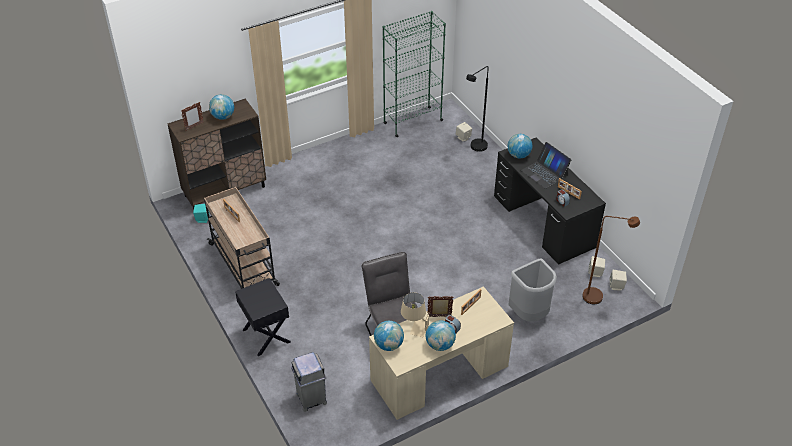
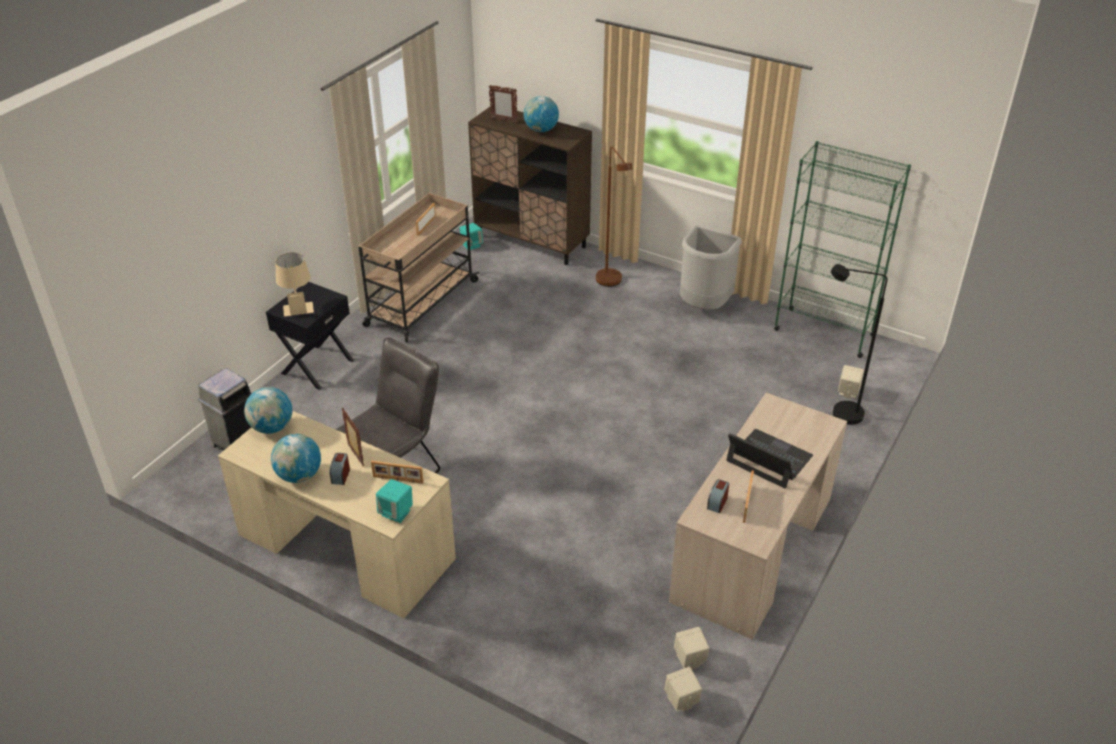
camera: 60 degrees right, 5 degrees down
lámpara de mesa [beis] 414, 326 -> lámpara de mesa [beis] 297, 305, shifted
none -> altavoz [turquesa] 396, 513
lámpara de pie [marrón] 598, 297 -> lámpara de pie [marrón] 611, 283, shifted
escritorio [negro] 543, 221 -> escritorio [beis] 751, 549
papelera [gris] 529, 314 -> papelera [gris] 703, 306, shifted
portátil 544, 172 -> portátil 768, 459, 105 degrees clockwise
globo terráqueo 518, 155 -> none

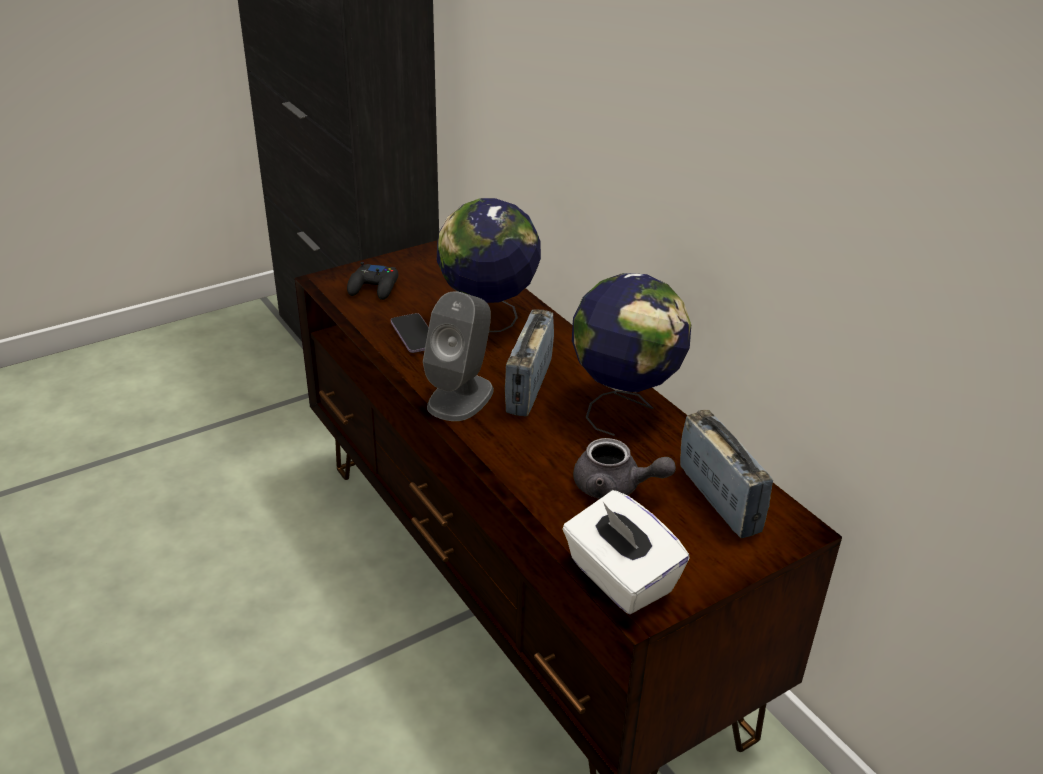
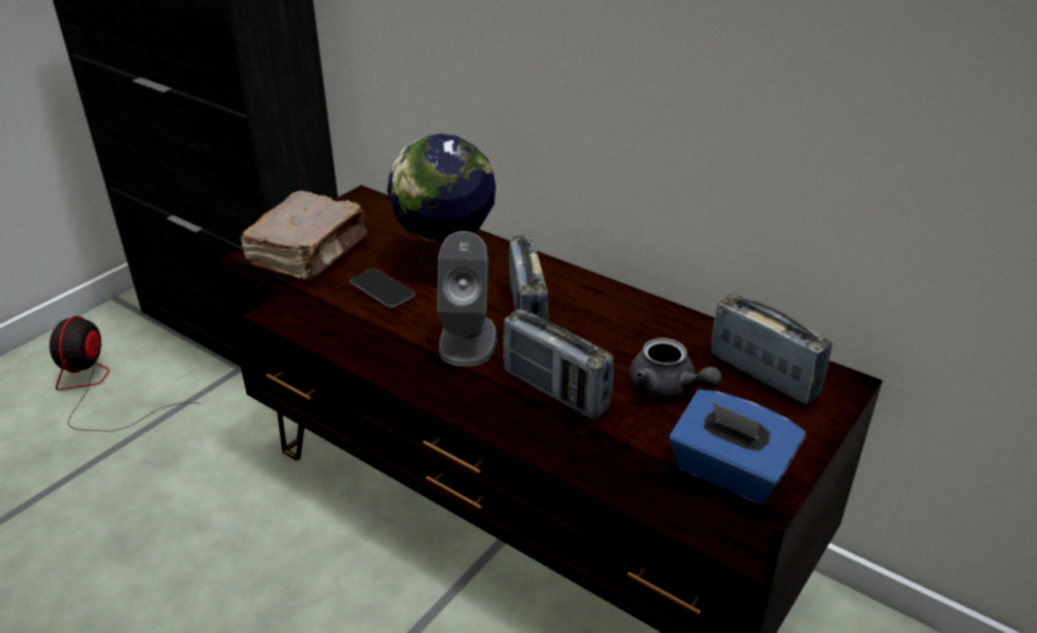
camera: 20 degrees left, 0 degrees up
none -> ventilador 98, 389
mando de consola [negro] 374, 288 -> libro [marrón] 310, 253
none -> radio 555, 391
tetera [gris] 615, 487 -> tetera [gris] 668, 389, 45 degrees clockwise
caja de pañuelos [blanco] 619, 578 -> caja de pañuelos [azul] 729, 473
globo terráqueo 623, 407 -> none

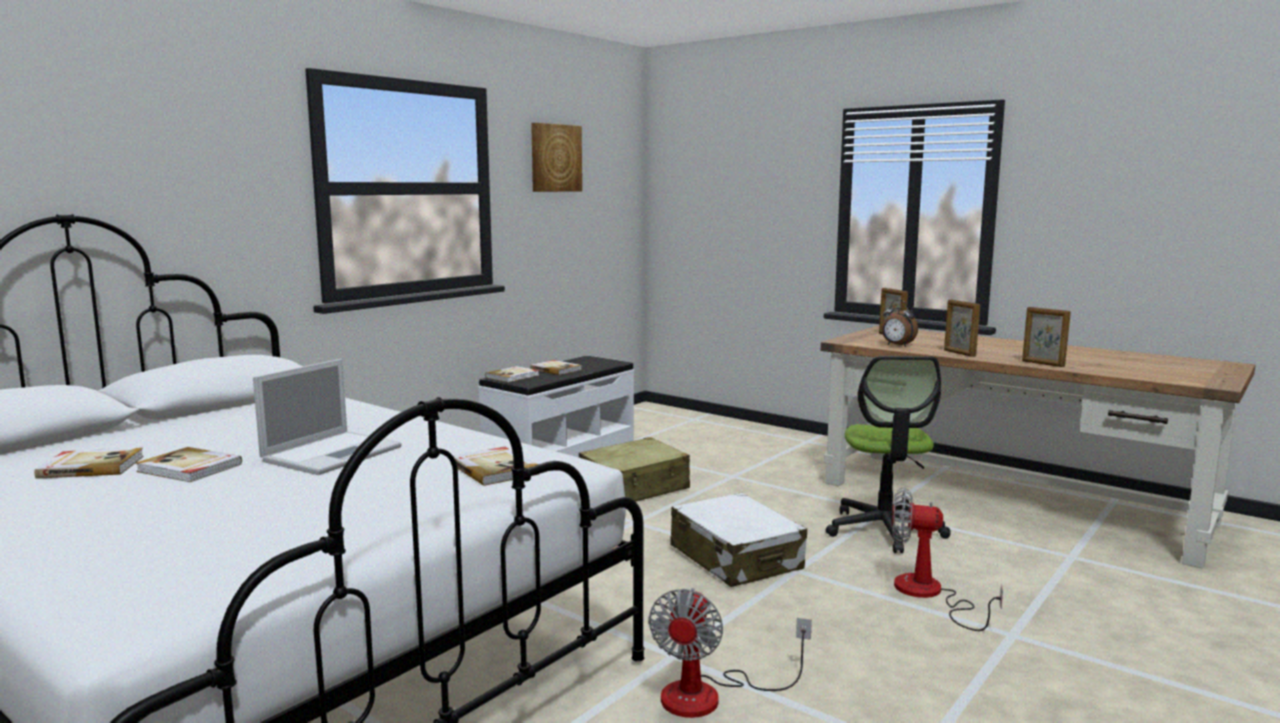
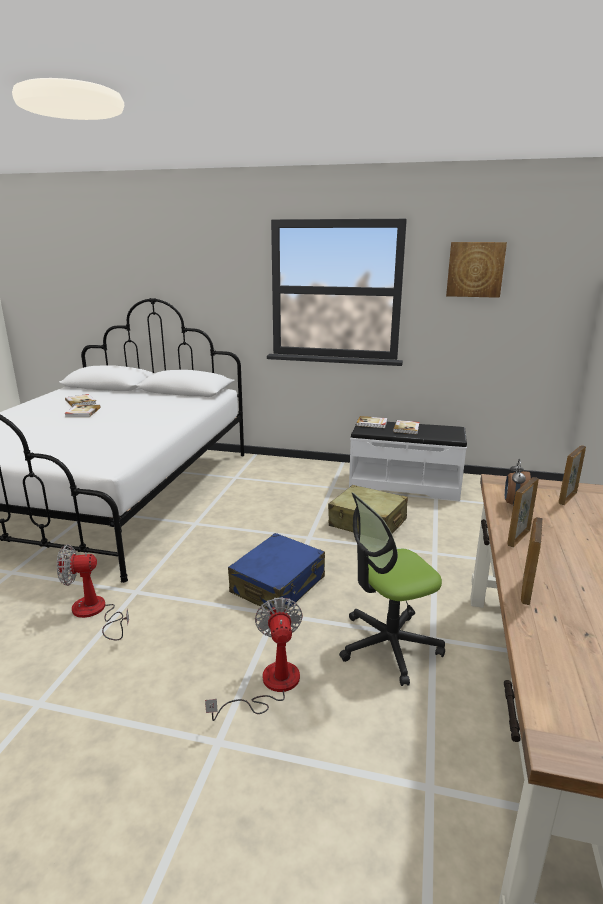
camera: 65 degrees right, 10 degrees up
maleta [blanco] 735, 558 -> maleta [azul] 278, 585
portátil 334, 453 -> none
libro 495, 469 -> none

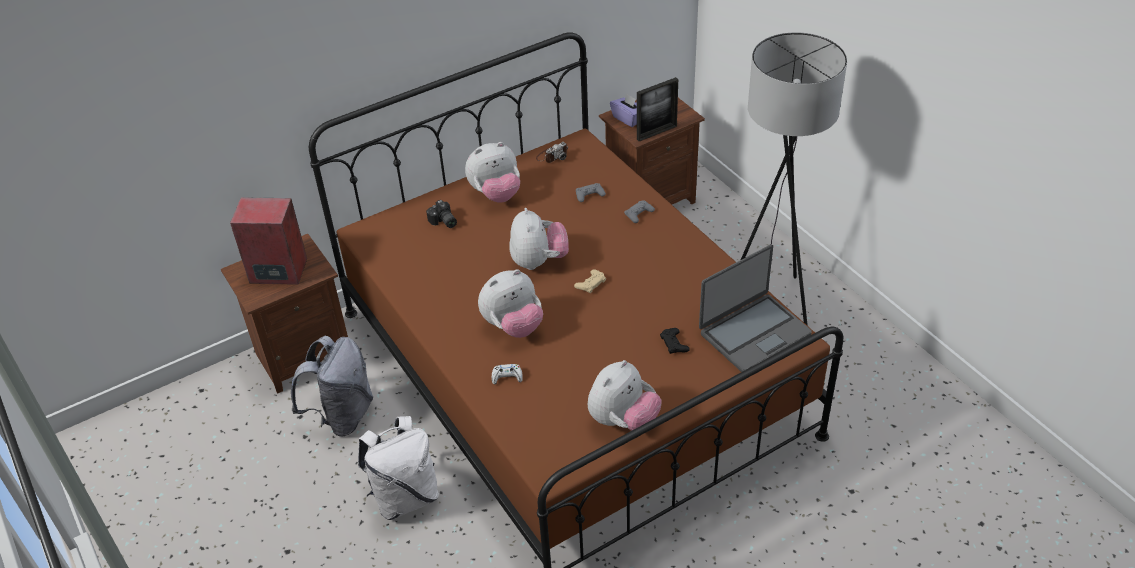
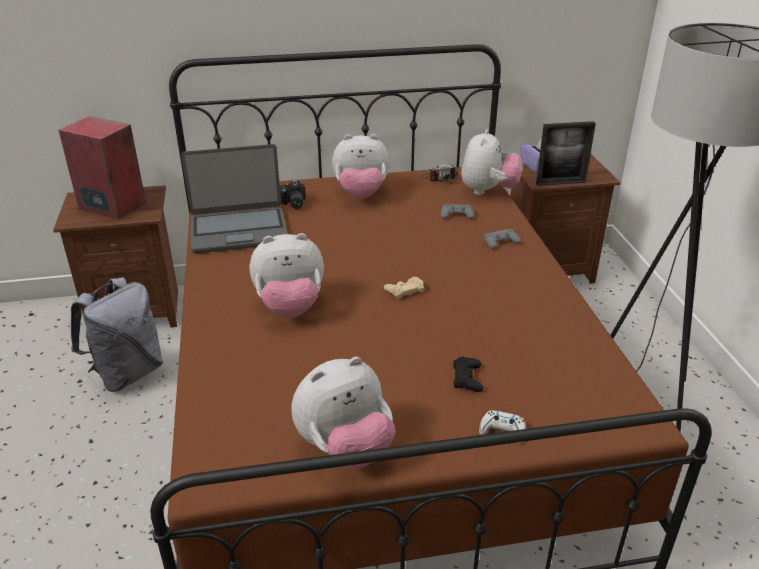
camera: 20 degrees right, 10 degrees down
portátil 753, 333 -> portátil 238, 230, shifted
peluche 539, 261 -> peluche 488, 191, shifted
mando de consola [blanco] 507, 377 -> mando de consola [blanco] 502, 431, shifted
mochila [blanco] 405, 497 -> none

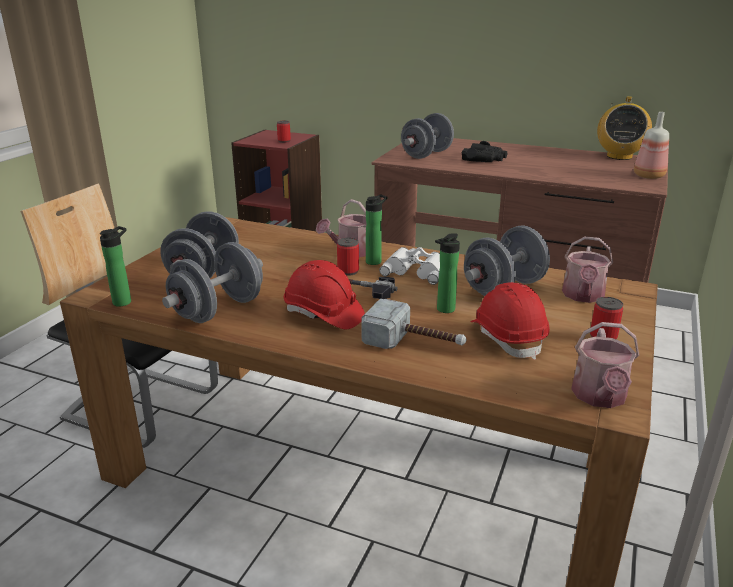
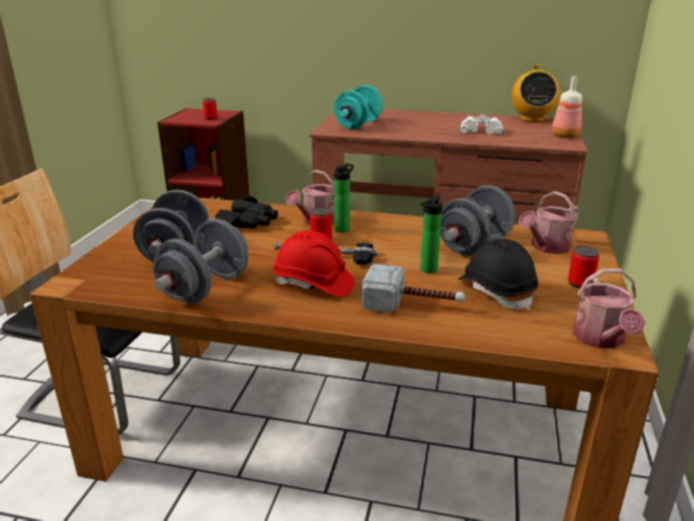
camera: 10 degrees left, 0 degrees up
prismáticos [negro] 485, 159 -> prismáticos [negro] 249, 221, shifted
mancuerna [gris] 426, 154 -> mancuerna [turquesa] 358, 125
casco [rojo] 507, 337 -> casco [negro] 496, 291
prismáticos [blanco] 417, 271 -> prismáticos [blanco] 481, 130, shifted
regadera 583, 296 -> regadera 547, 247, 45 degrees clockwise
botella 124, 301 -> none

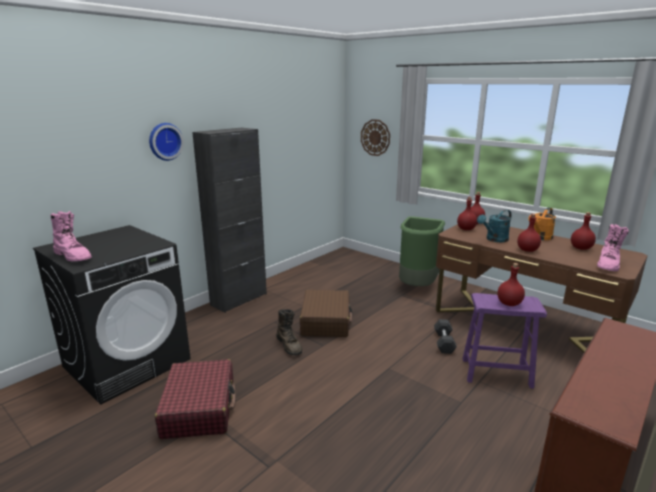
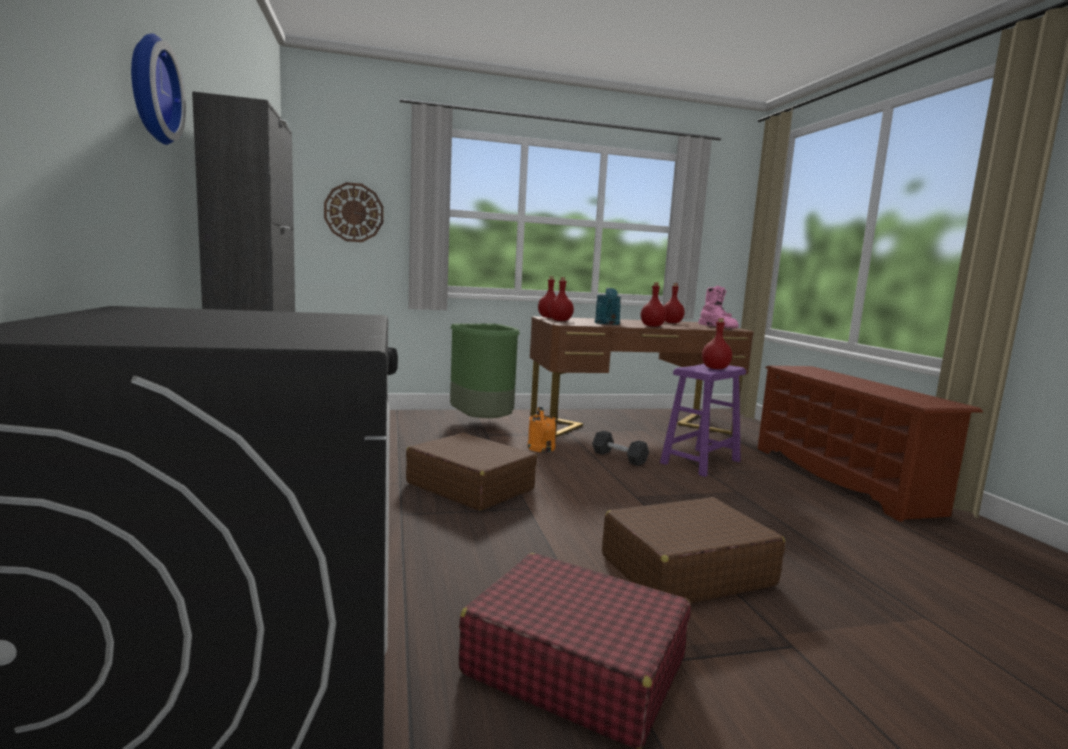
camera: 55 degrees left, 10 degrees down
regadera [naranja] 539, 237 -> regadera [naranja] 542, 449, shifted
none -> maleta [marrón] 685, 570
bota [rosa] 73, 256 -> none
bota [marrón] 289, 345 -> none

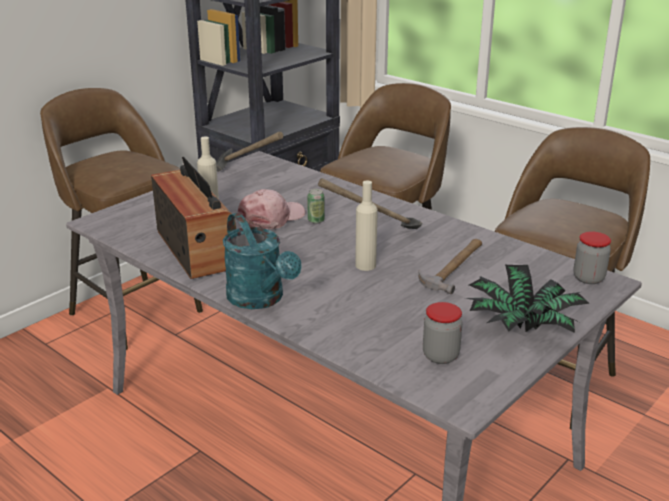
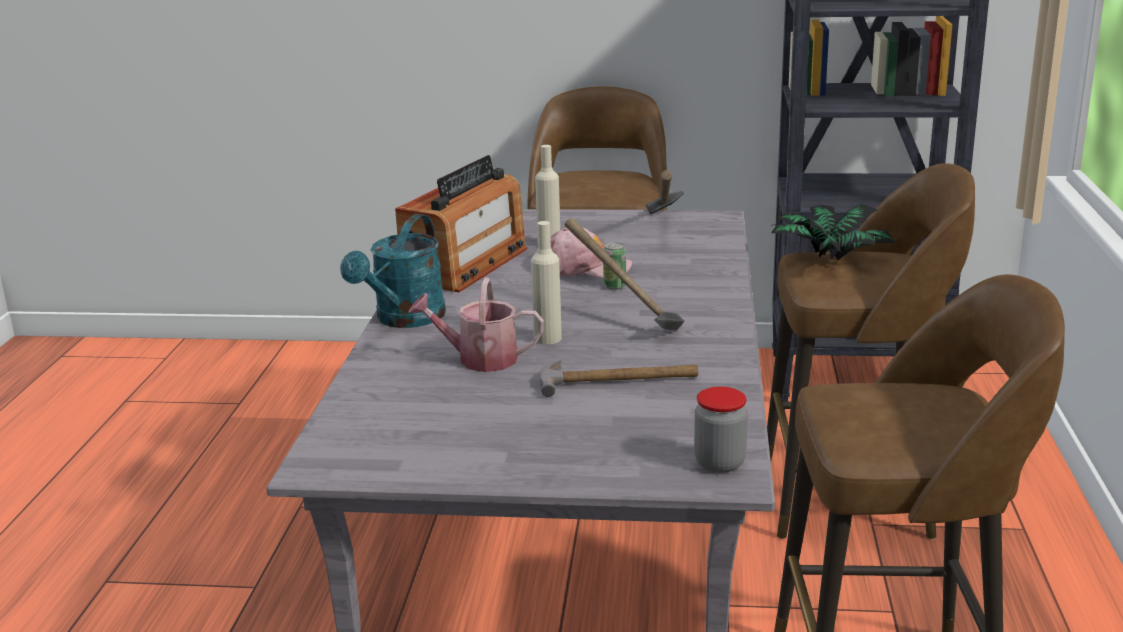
camera: 55 degrees right, 5 degrees down
none -> regadera 479, 359
planta en maceta 522, 327 -> planta en maceta 828, 257, shifted
tarro 440, 356 -> none

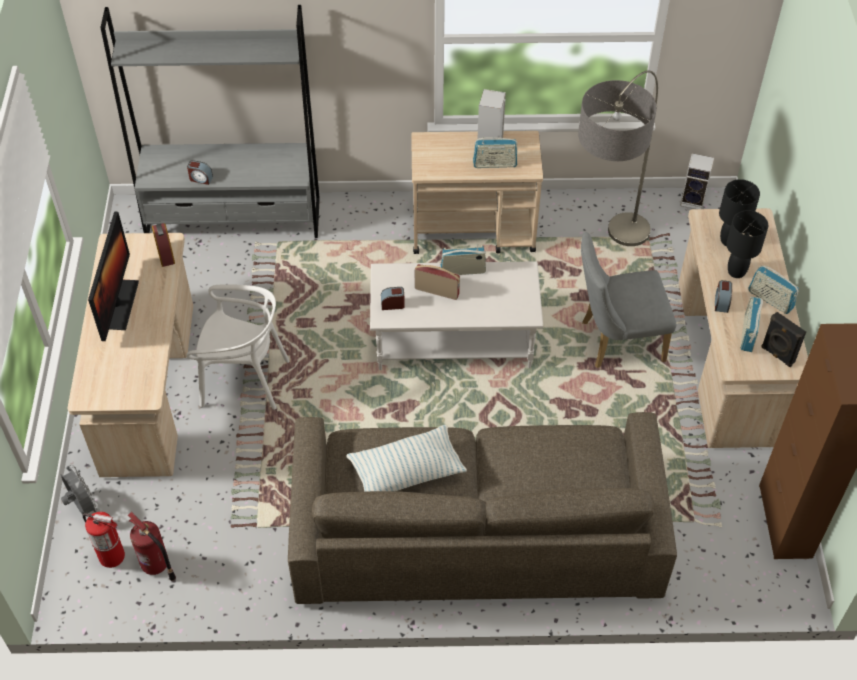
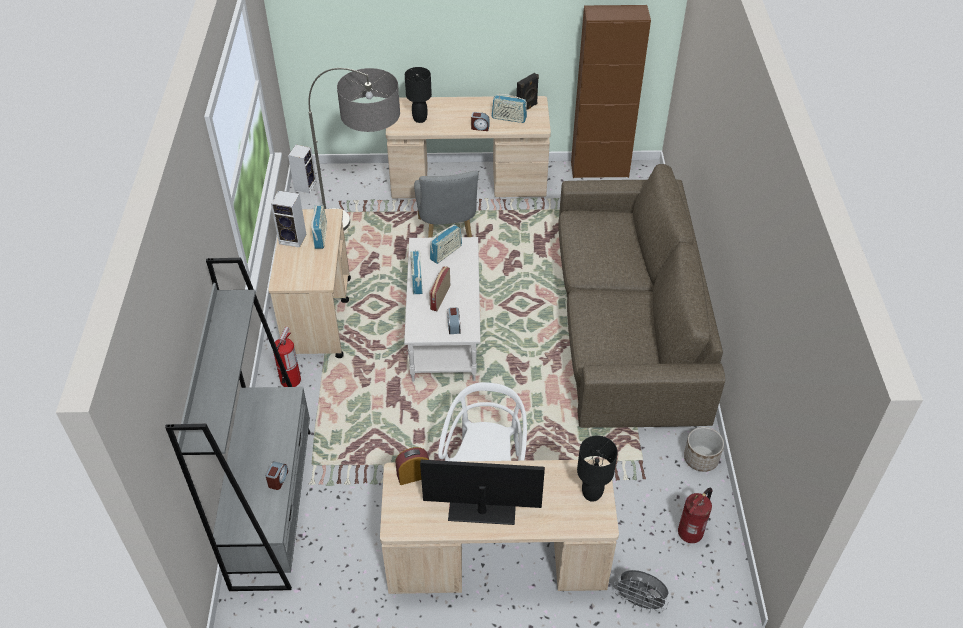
camera: 90 degrees left, 5 degrees down
extintor 112, 556 -> extintor 290, 380, shifted
radio 770, 300 -> radio 446, 253, shifted
lámpara de mesa [negro] 736, 272 -> lámpara de mesa [negro] 592, 494, shifted
ventilador [gris] 83, 507 -> ventilador [gris] 639, 602, 120 degrees counterclockwise
none -> maceta 701, 459
cojín 406, 471 -> none

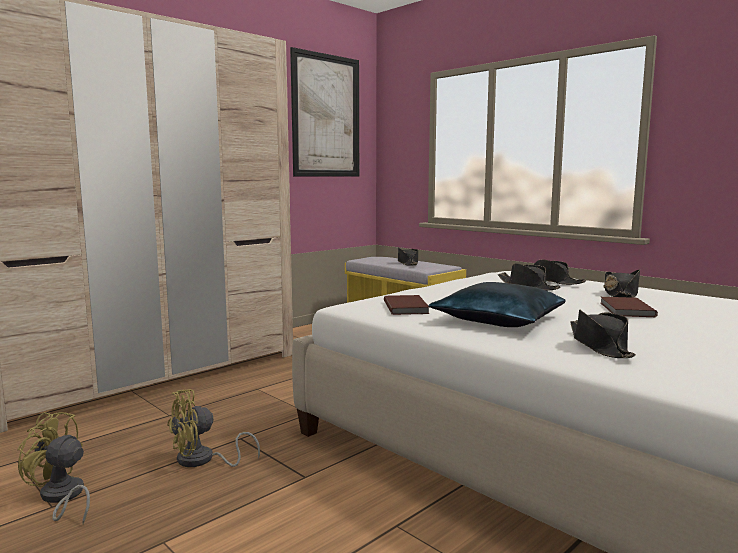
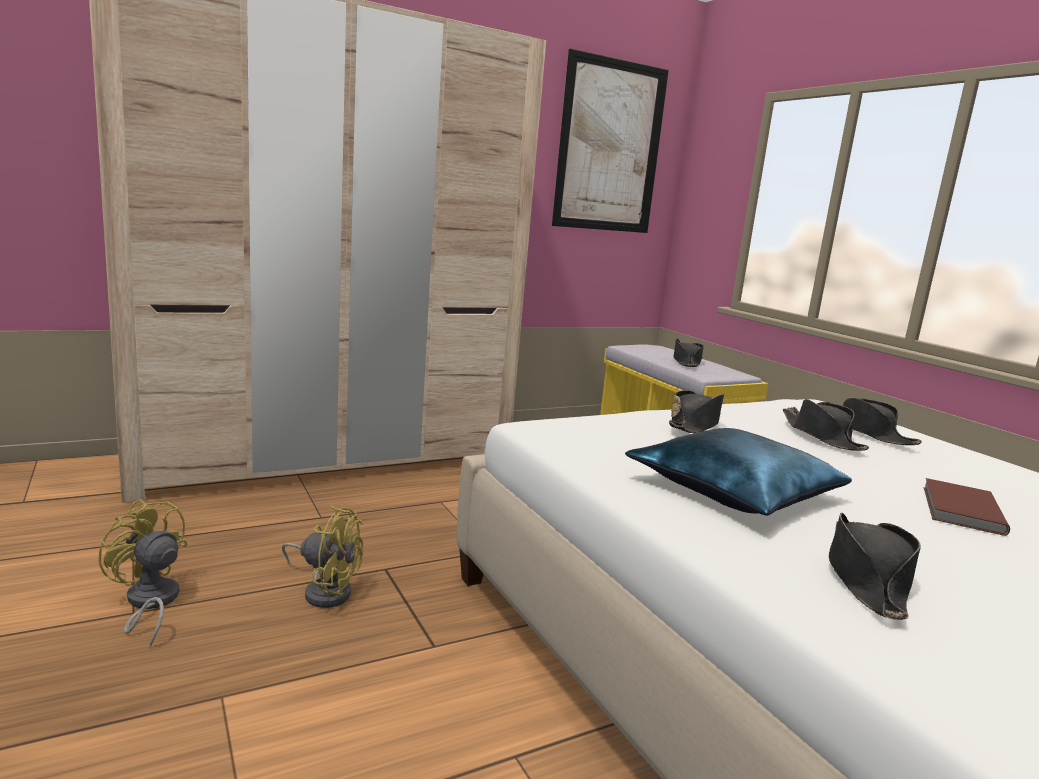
camera: 15 degrees right, 5 degrees up
ventilador [amarillo] 202, 460 -> ventilador [amarillo] 325, 590, 150 degrees counterclockwise
sombrero [negro] 620, 294 -> sombrero [negro] 695, 424, shifted
libro [marrón] 407, 307 -> none

